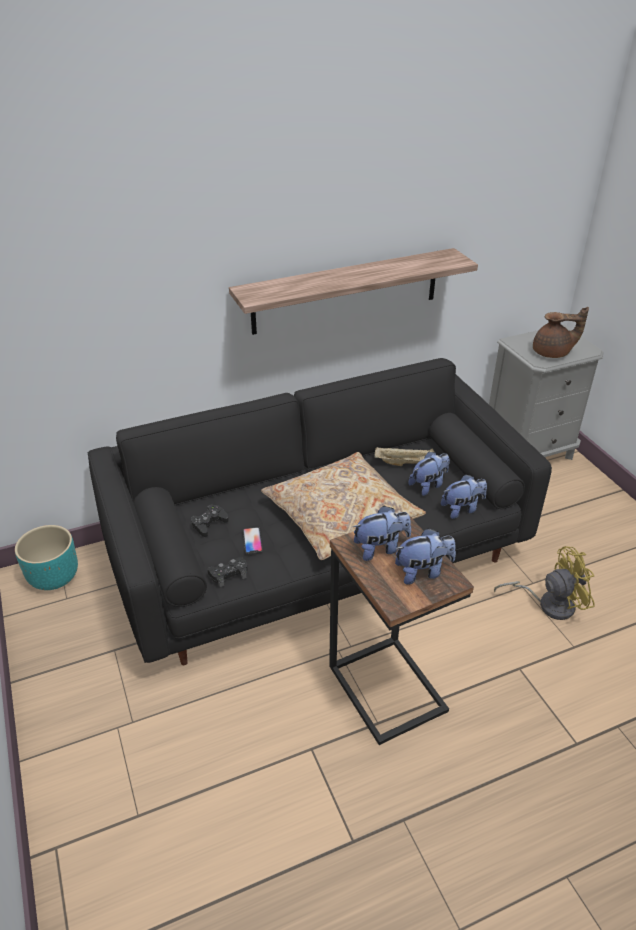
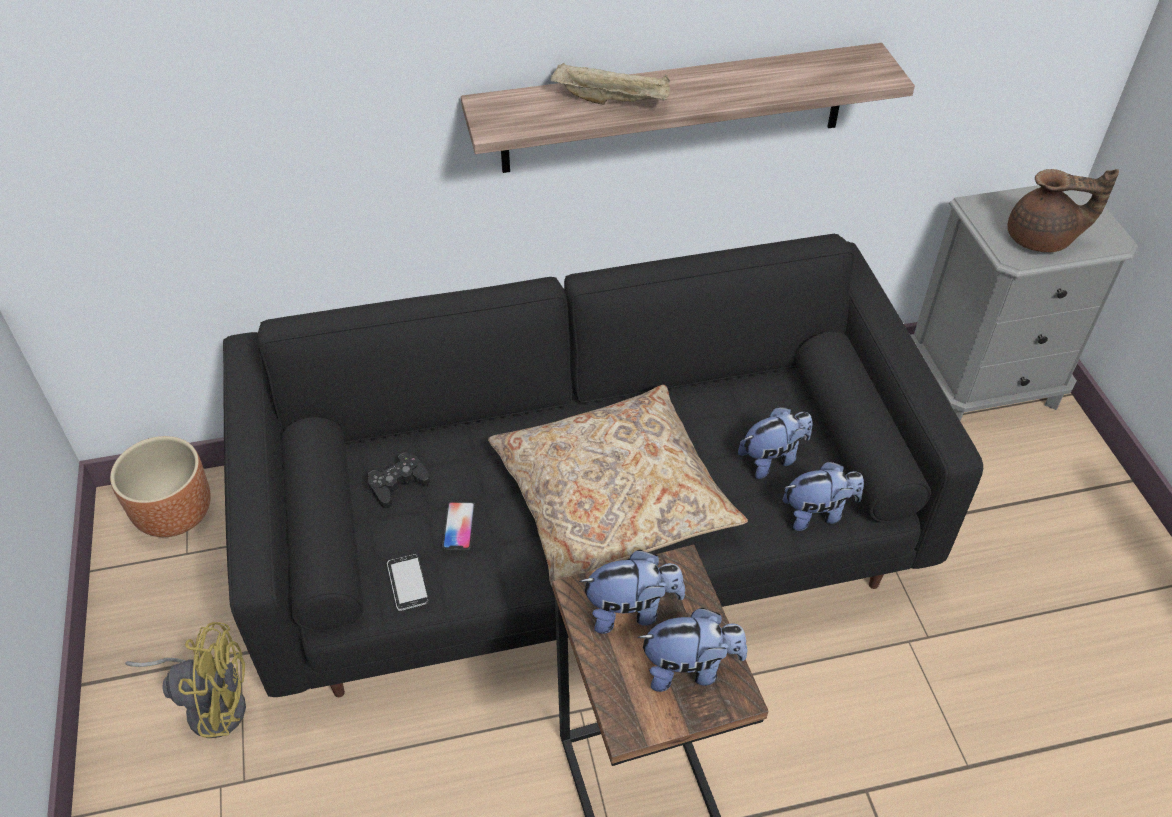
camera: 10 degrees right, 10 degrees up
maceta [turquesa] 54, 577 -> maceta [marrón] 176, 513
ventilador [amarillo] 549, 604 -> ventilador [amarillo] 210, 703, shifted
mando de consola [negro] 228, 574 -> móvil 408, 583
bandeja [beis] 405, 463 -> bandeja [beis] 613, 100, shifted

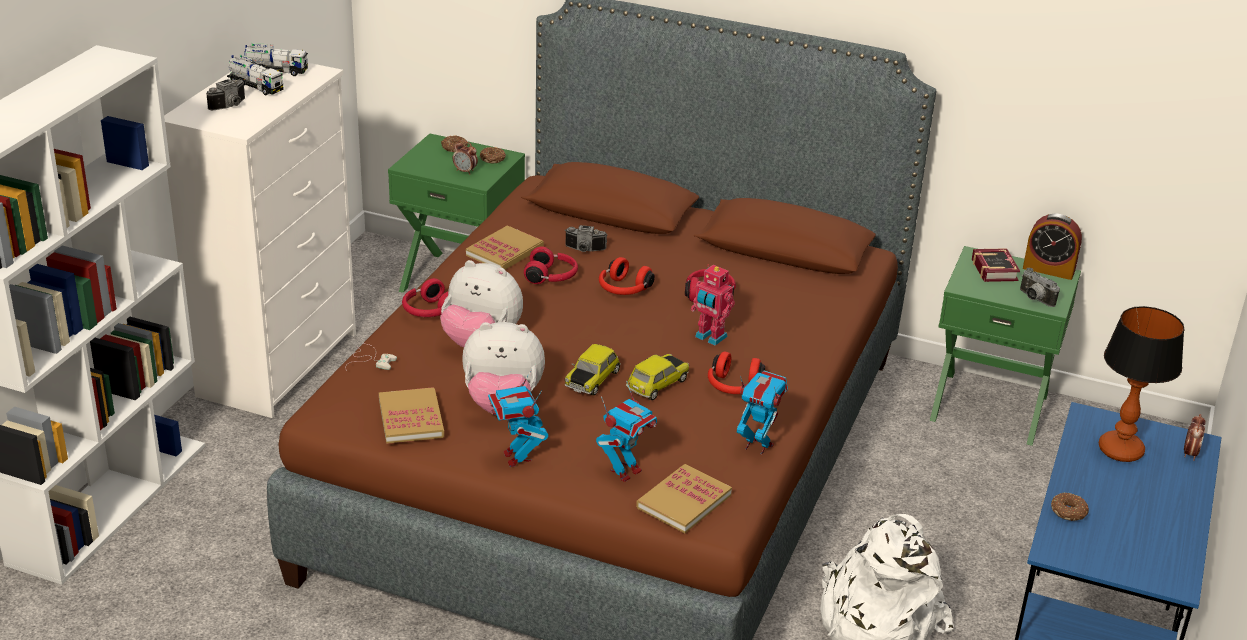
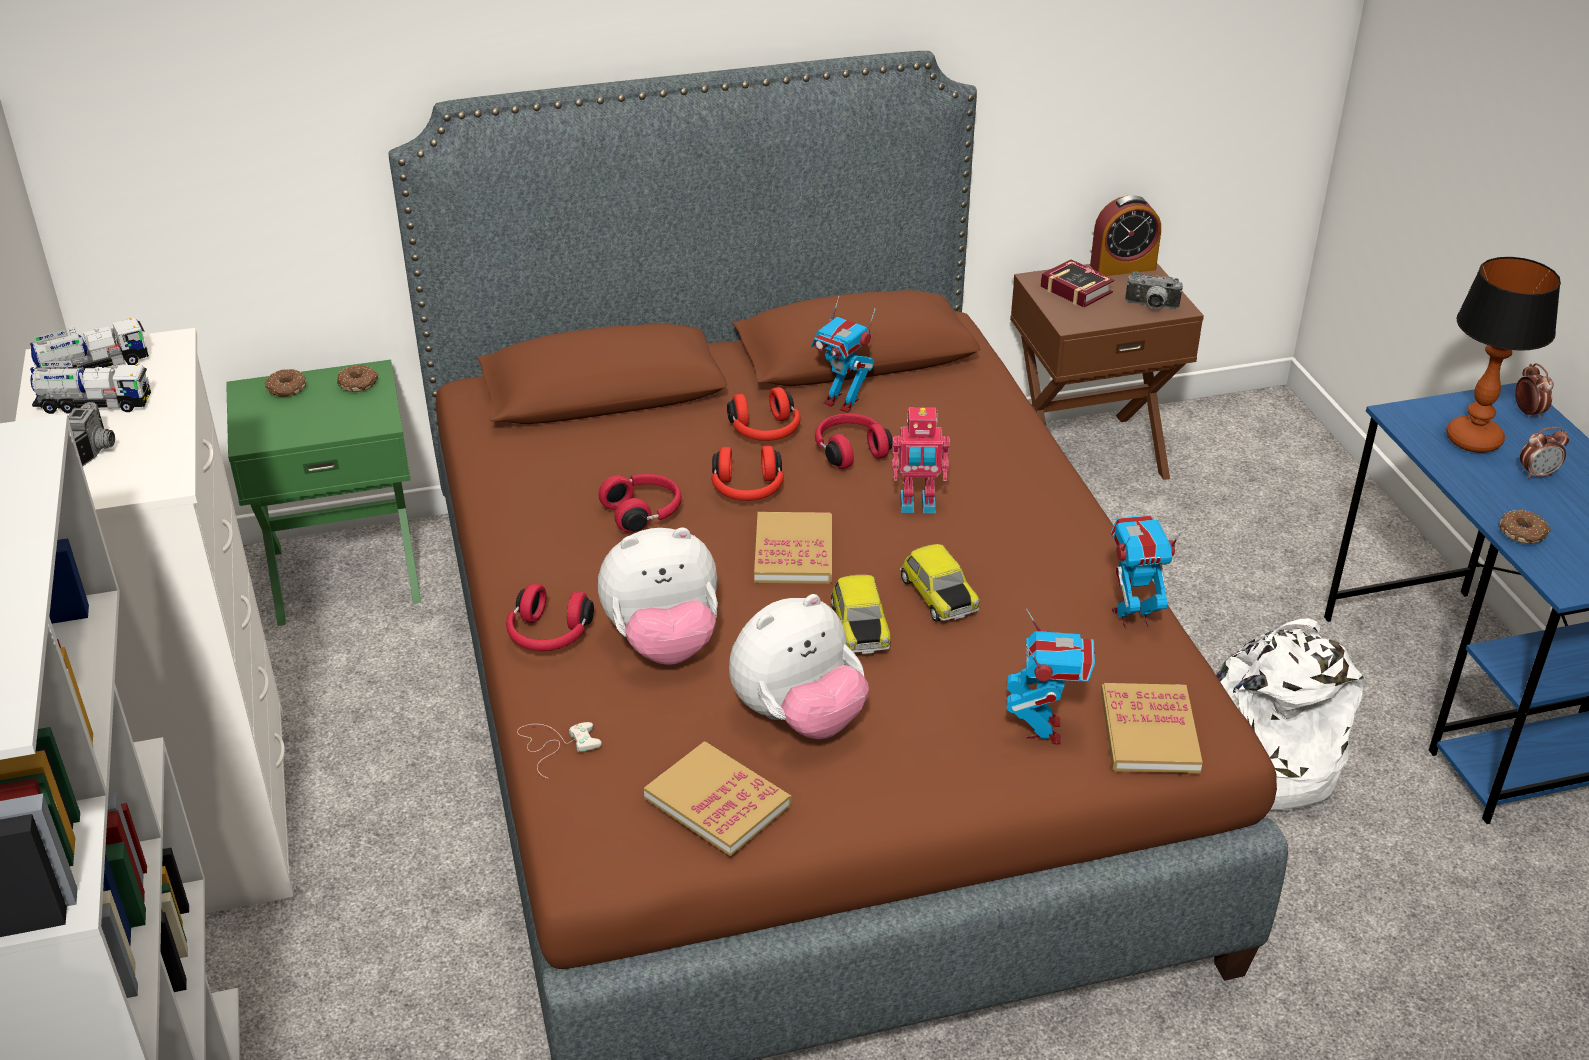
camera: 35 degrees left, 5 degrees up
auriculares [rojo] 734, 387 -> auriculares [rojo] 765, 431, shifted
libro 505, 251 -> libro 793, 552, shifted
robot de juguete 517, 457 -> robot de juguete 842, 402, shifted
coche de juguete 657, 385 -> coche de juguete 937, 596, 150 degrees clockwise
mesita de noche [verde] 989, 406 -> mesita de noche [marrón] 1086, 453
despertador 465, 171 -> despertador 1537, 474, shifted
cámara 584, 250 -> none

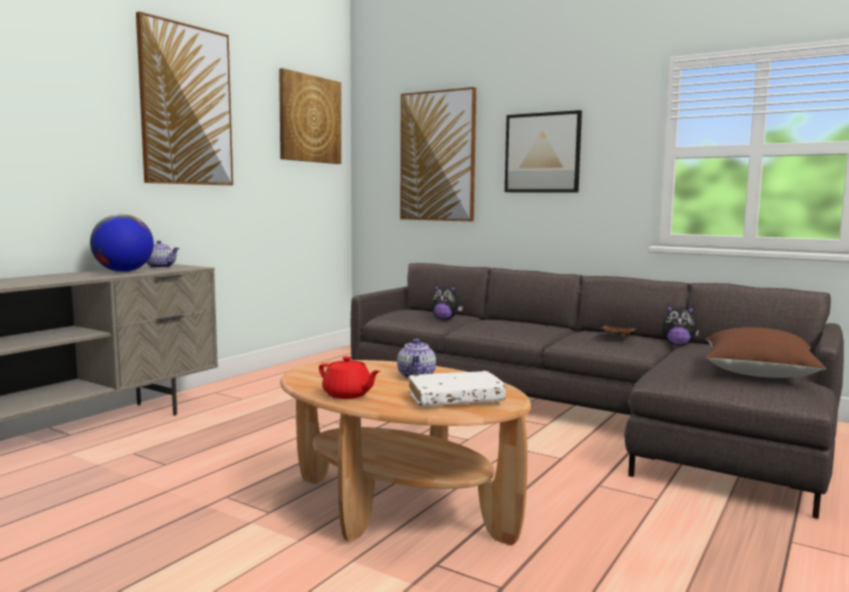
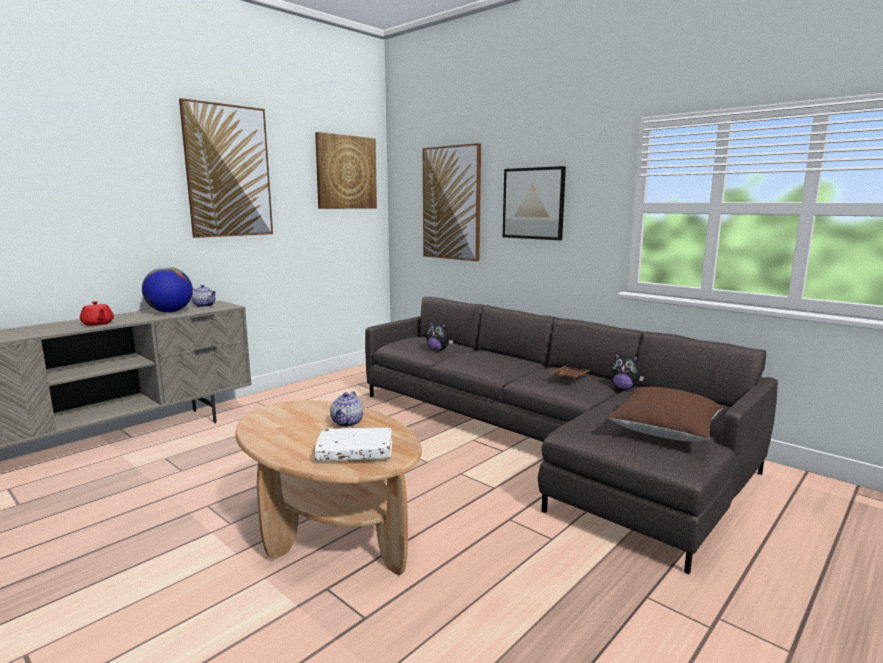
camera: 10 degrees right, 5 degrees up
tetera [rojo] 348, 395 -> tetera [rojo] 98, 324, shifted

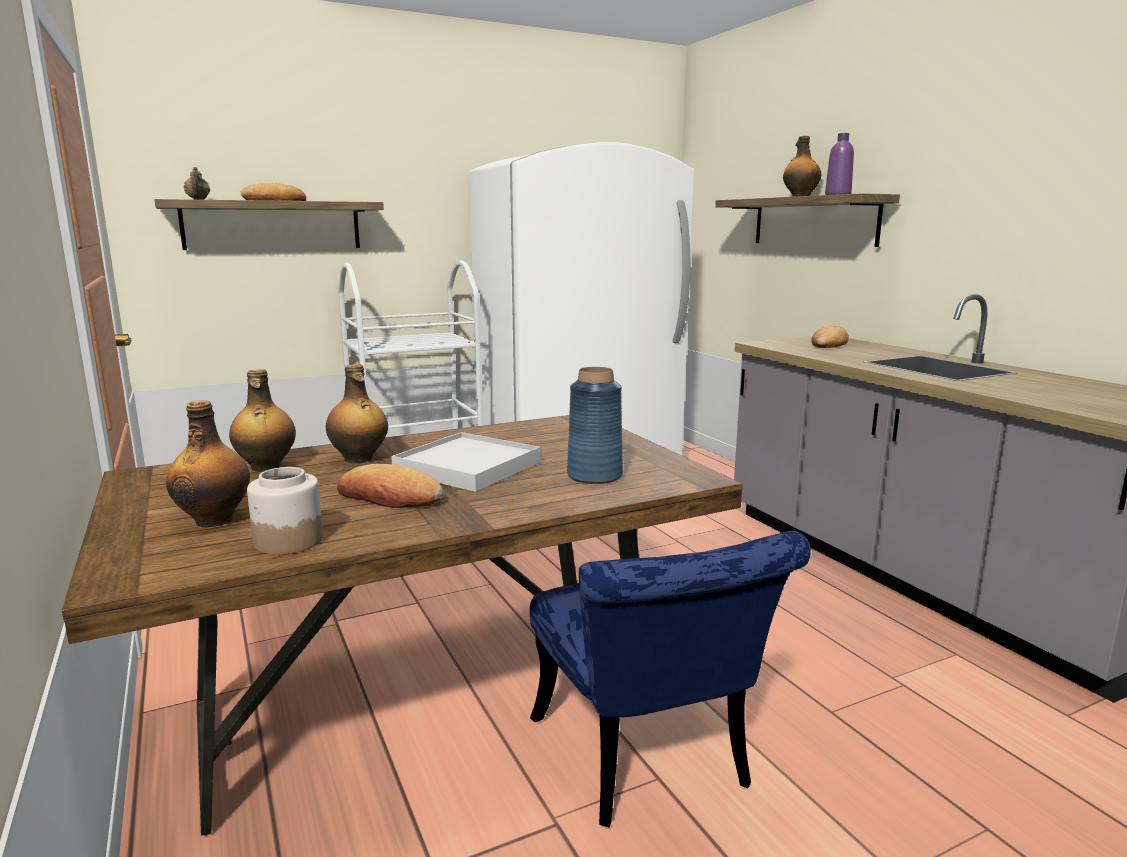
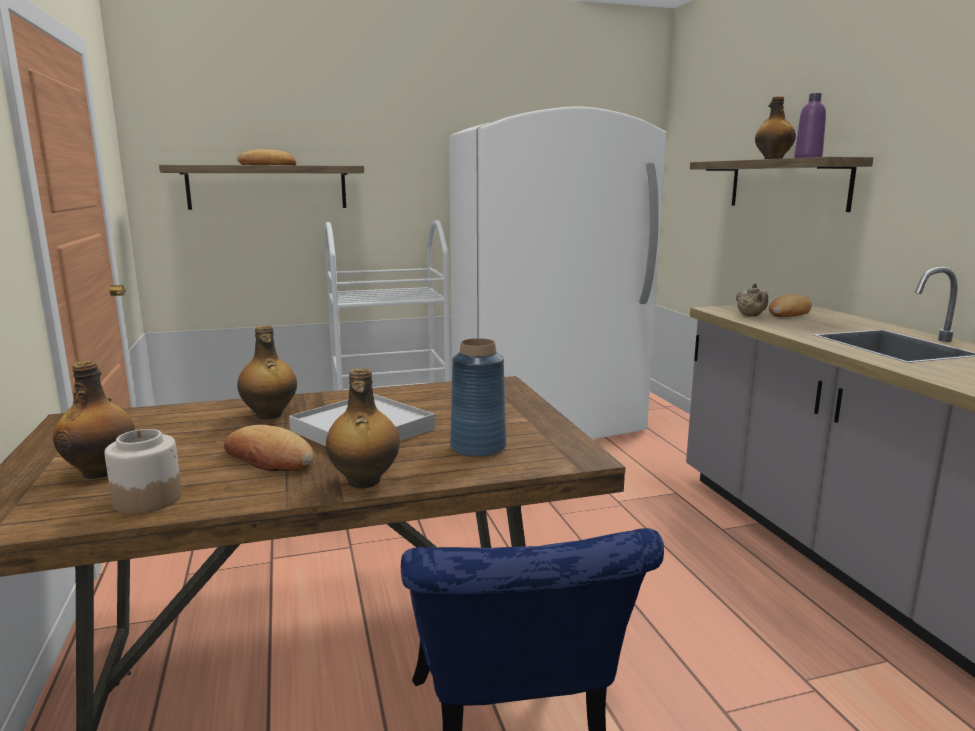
camera: 10 degrees right, 0 degrees up
botella 265, 467 -> botella 364, 481, shifted
tetera [beis] 198, 199 -> tetera [beis] 750, 316, shifted

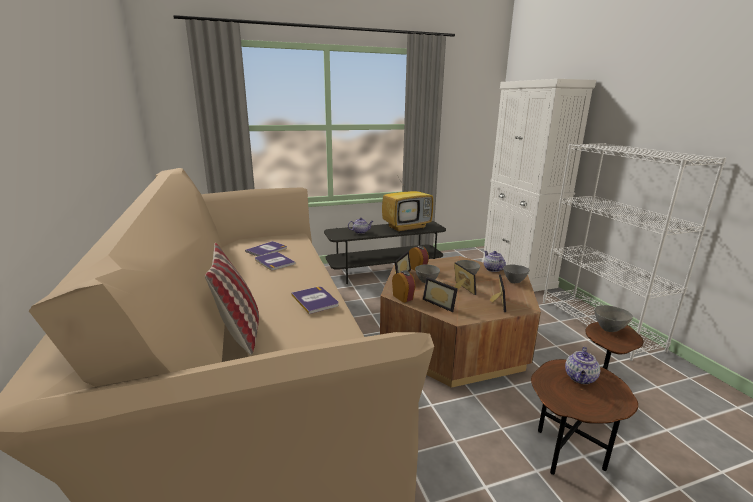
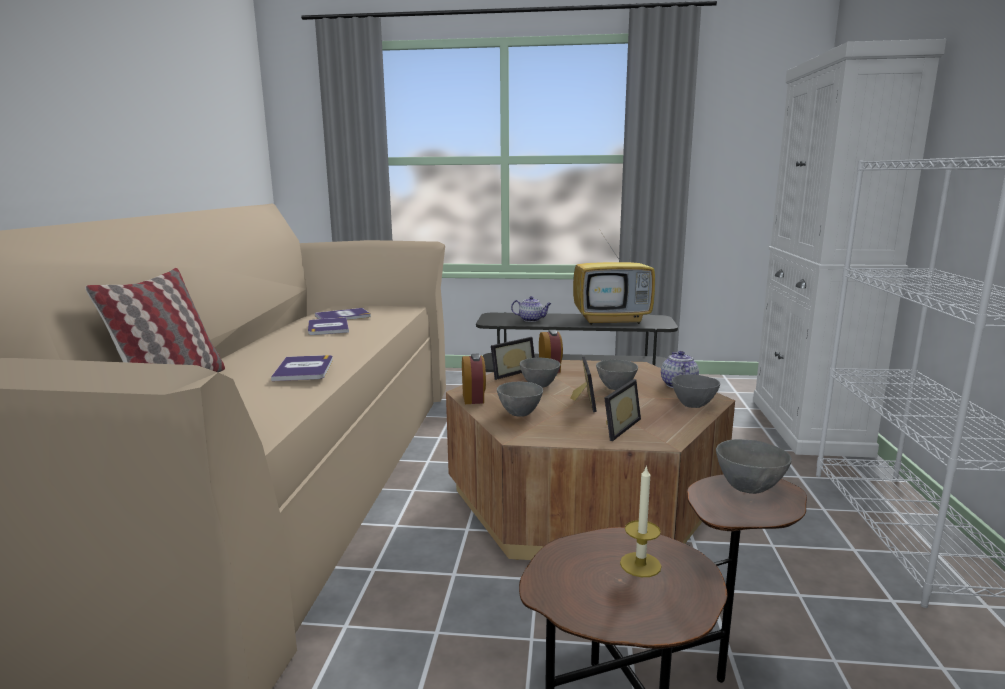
camera: 25 degrees right, 5 degrees down
portarretratos 441, 303 -> cuenco [gris] 520, 414
tetera 580, 378 -> vela 640, 564

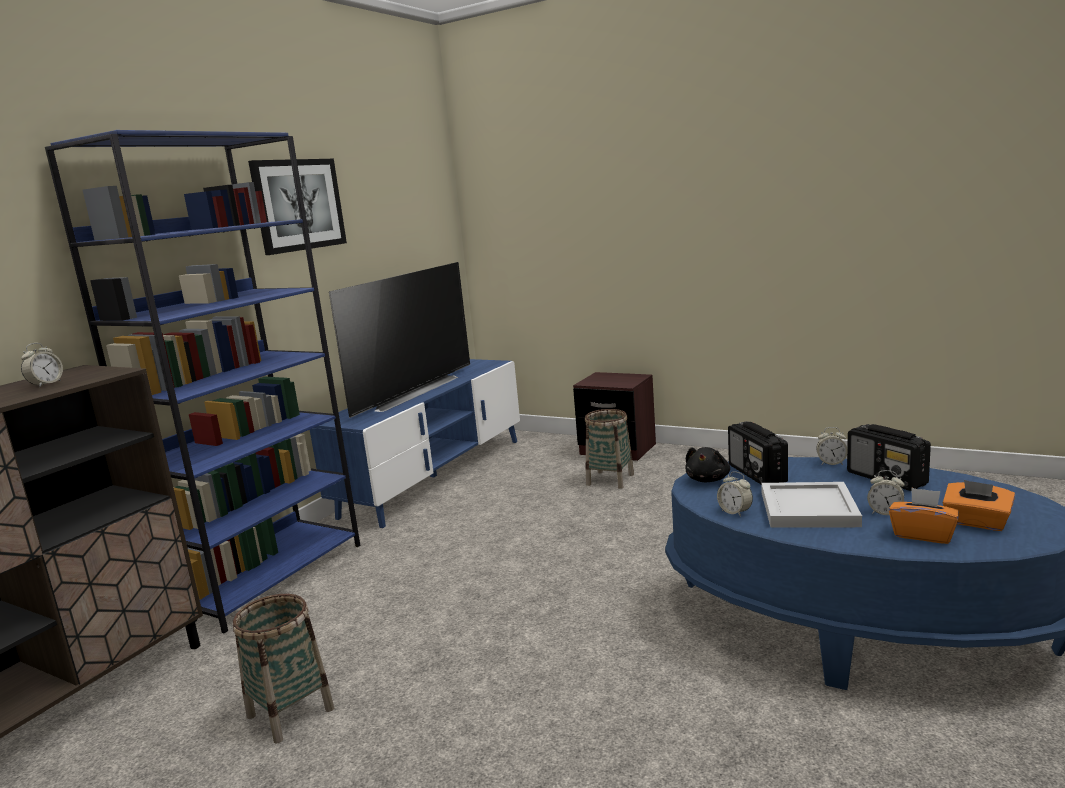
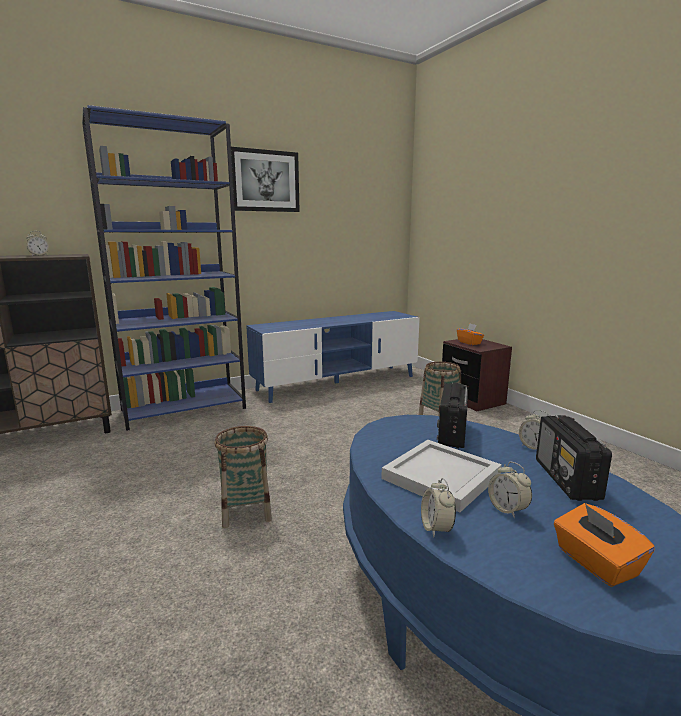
camera: 30 degrees right, 0 degrees up
cesta 290, 712 -> cesta 246, 511, shifted
despertador 735, 512 -> despertador 436, 528, shifted
caja de pañuelos [naranja] 922, 534 -> caja de pañuelos [naranja] 469, 342, shifted
televisor 410, 392 -> none
peluche [negro] 708, 479 -> none

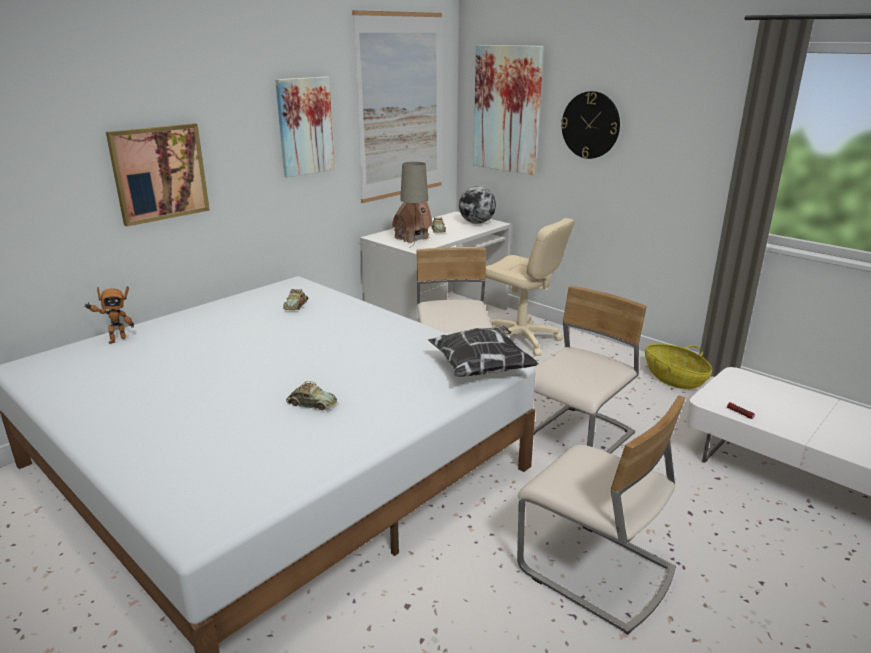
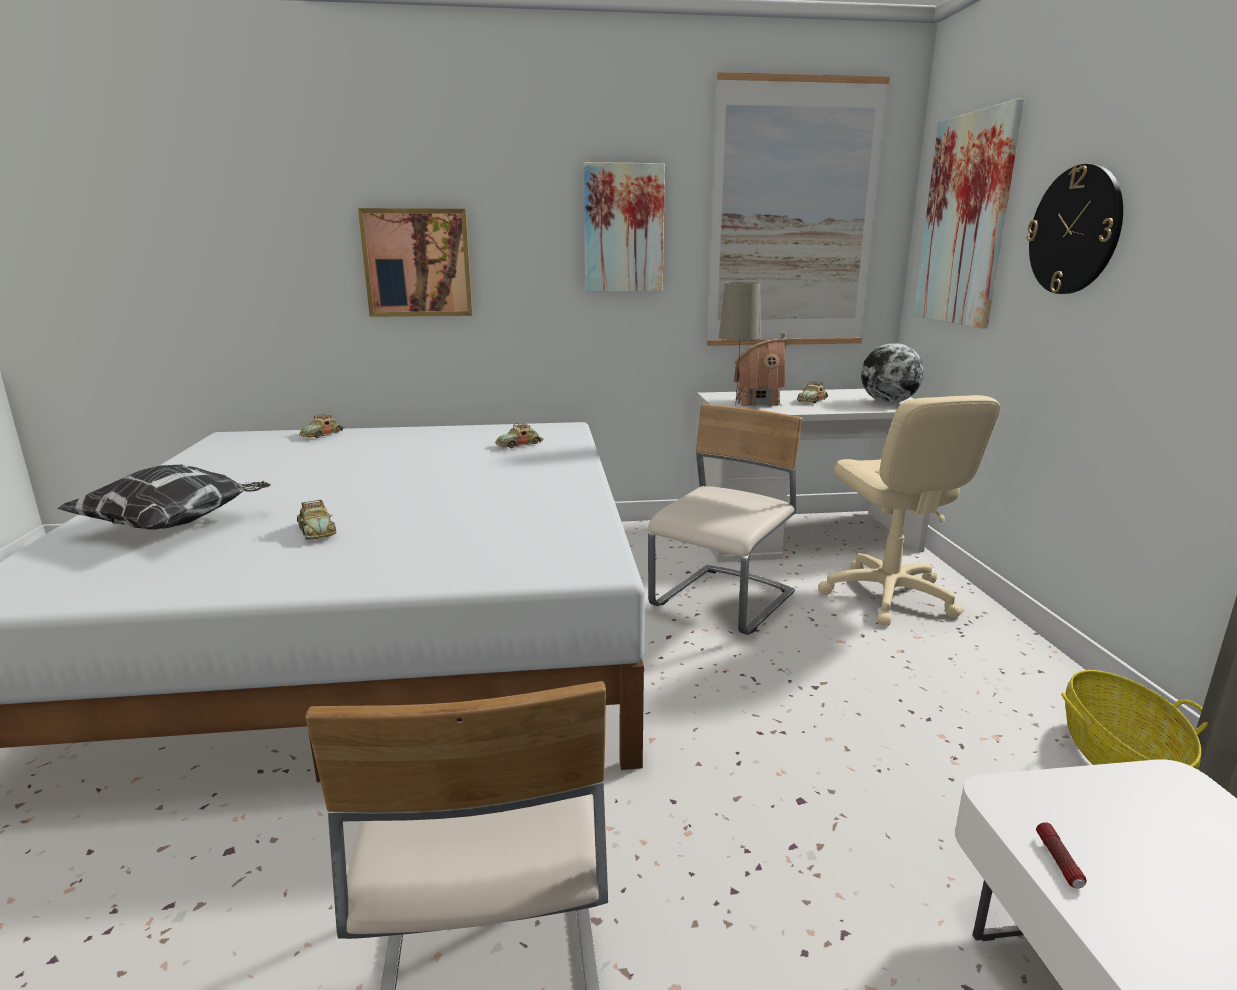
camera: 40 degrees right, 5 degrees down
cojín 481, 369 -> cojín 176, 525, shifted
robot de juguete 116, 340 -> coche de juguete 322, 435
silla [beis] 578, 438 -> none

